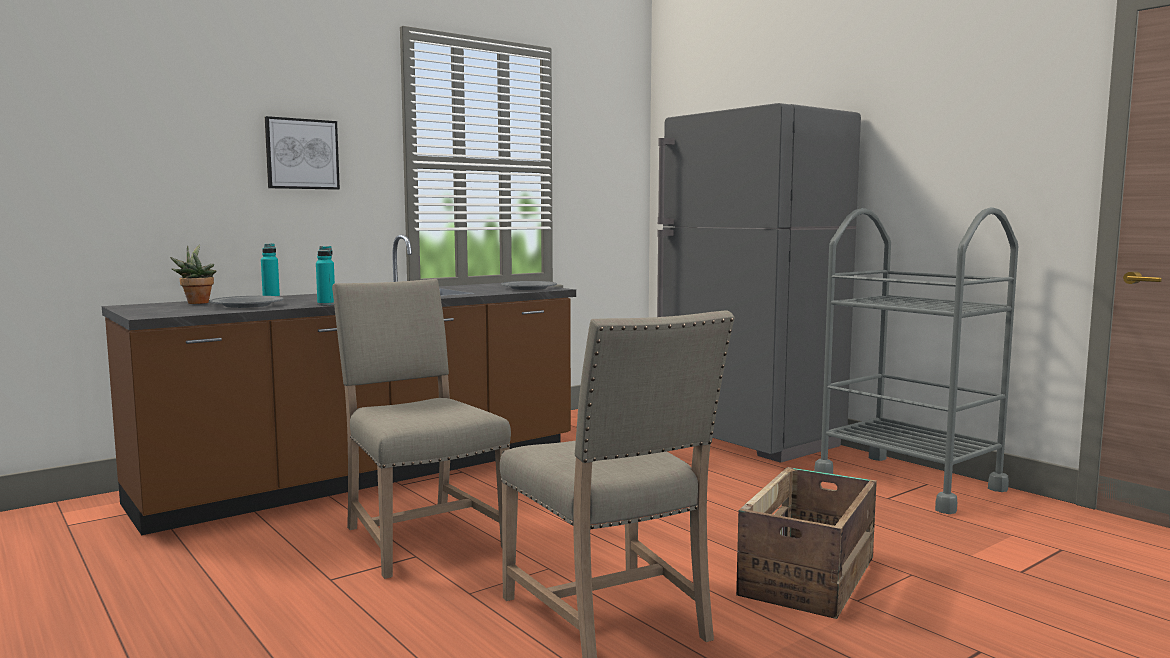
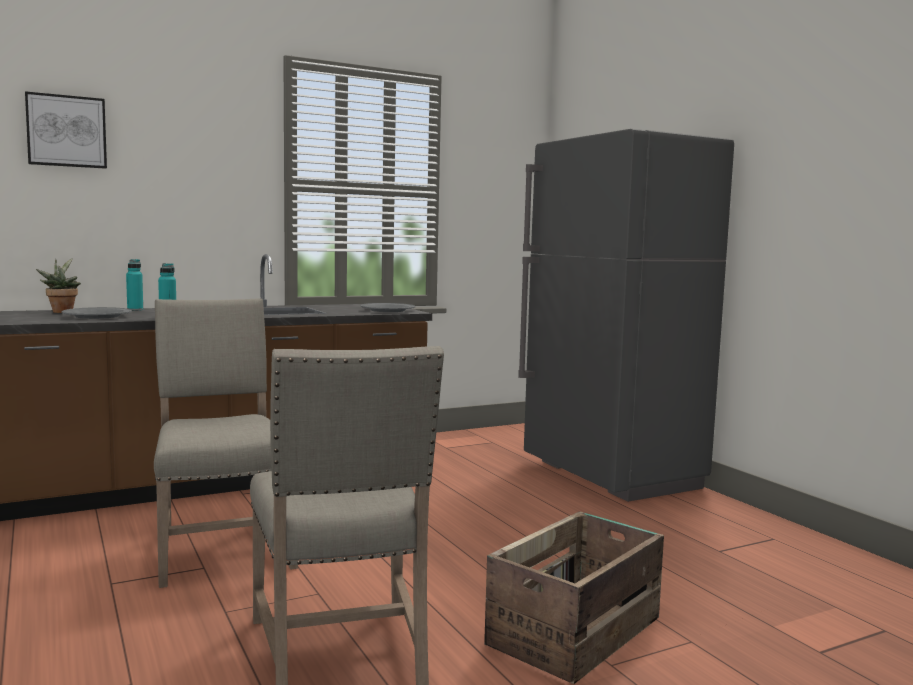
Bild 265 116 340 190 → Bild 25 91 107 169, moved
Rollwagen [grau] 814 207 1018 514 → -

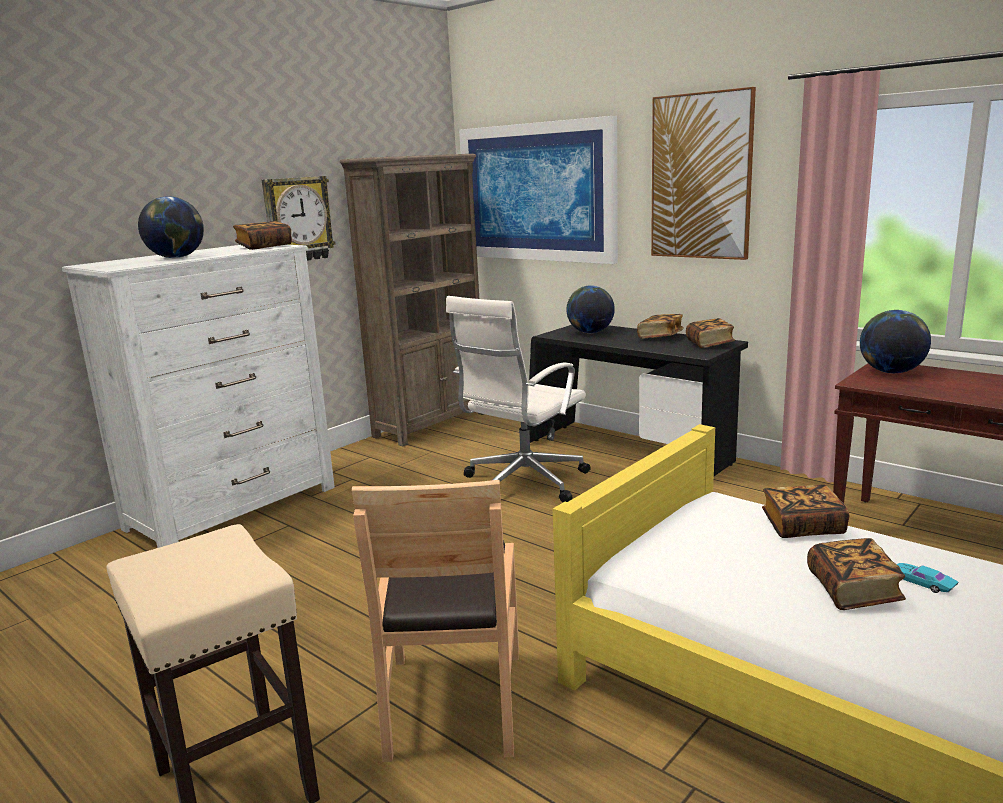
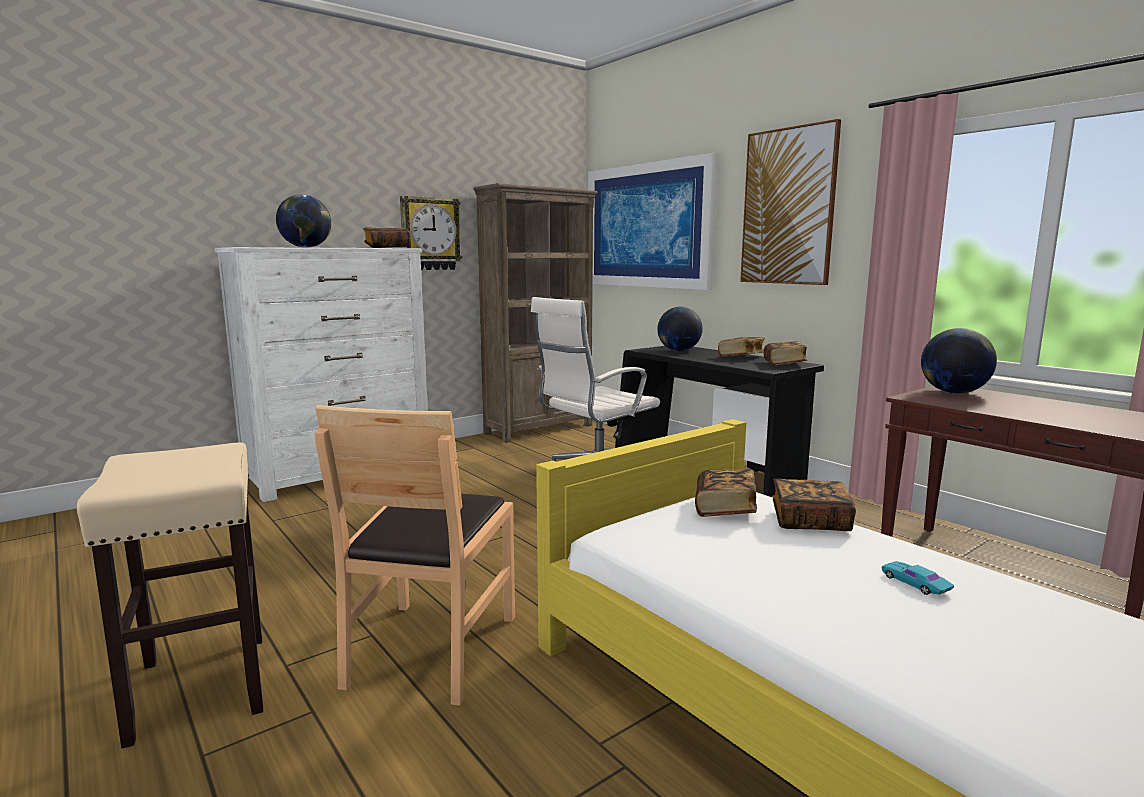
Buch 807 538 906 610 → Buch 695 469 757 517, moved

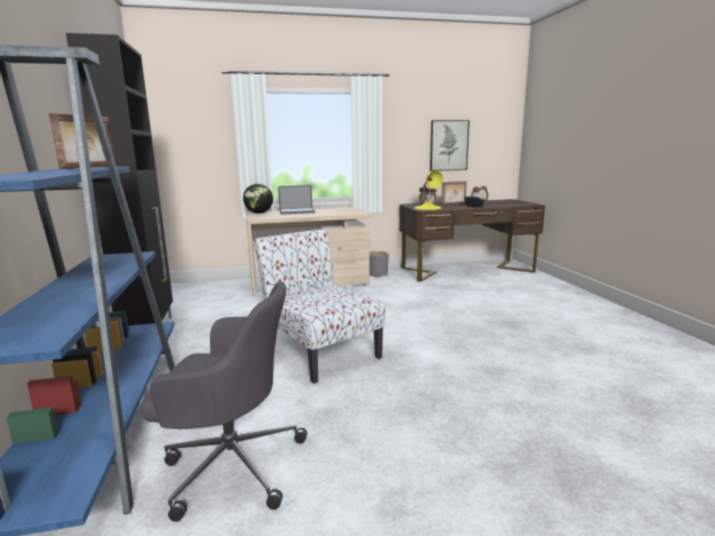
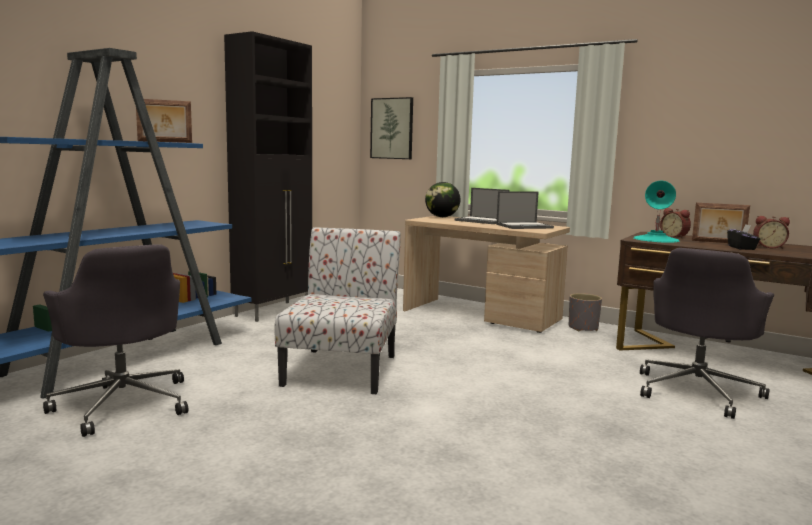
Tischlampe [gelb] 414 170 443 210 → Tischlampe [türkis] 633 181 680 243
Bild 430 120 470 171 → Bild 370 97 413 159, moved
- → Laptop 496 191 554 229
- → Bürostuhl [grau] 640 248 774 419

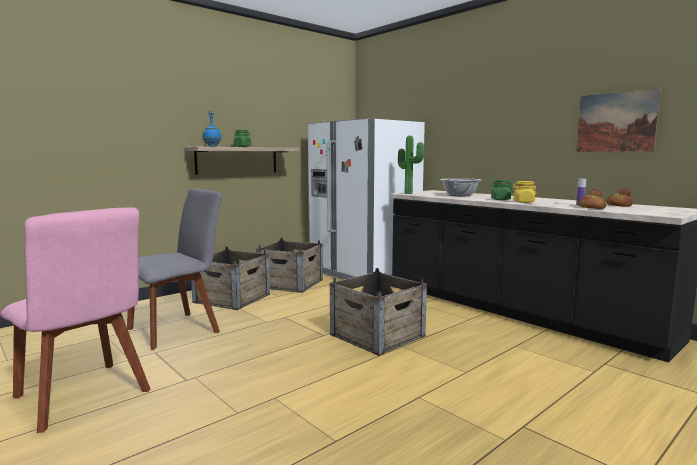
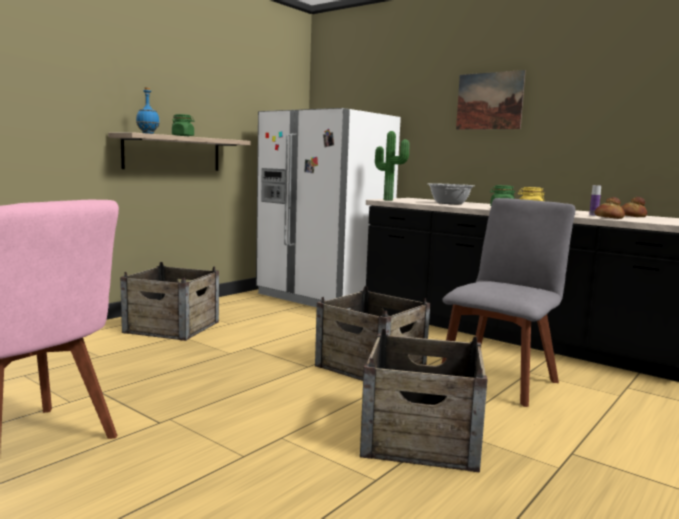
Stuhl [grau] 127 188 222 350 → Stuhl [grau] 441 198 576 407, moved
Kiste 256 238 323 293 → Kiste 360 329 488 472, moved
Bild 576 89 661 152 → Bild 456 70 526 130, moved

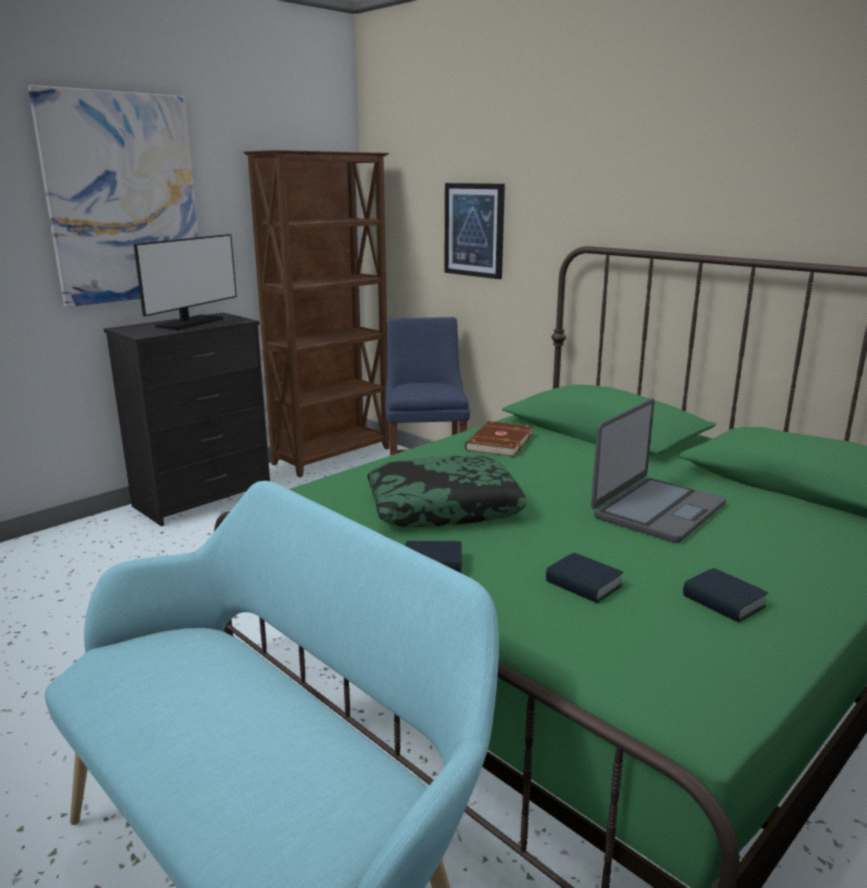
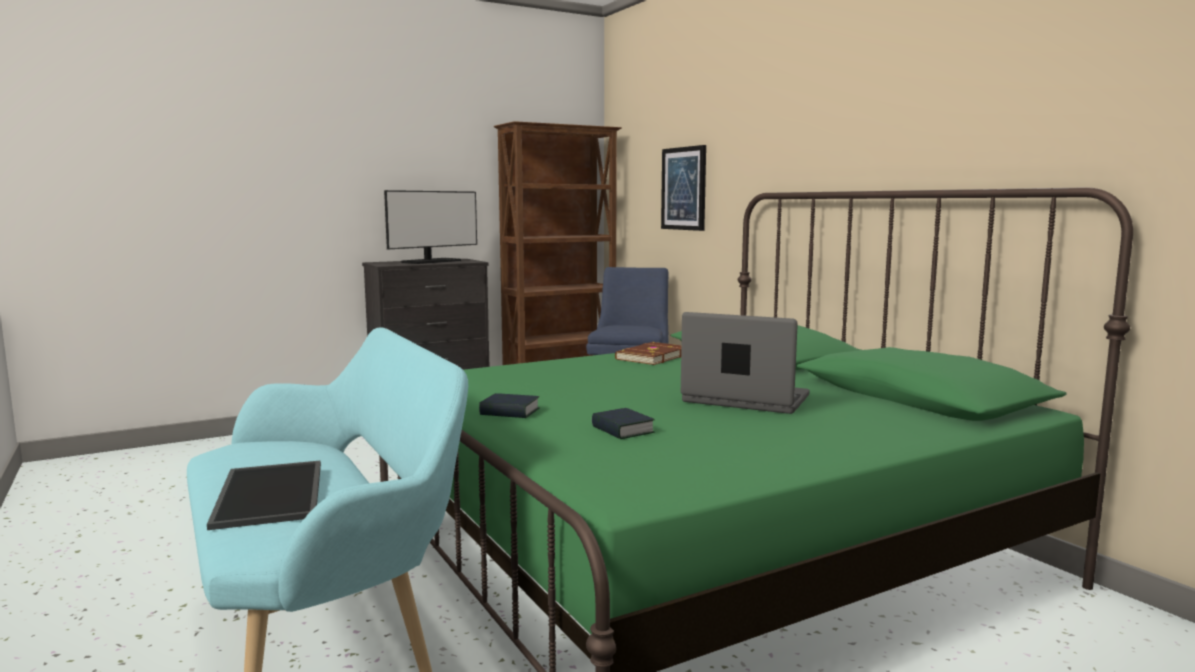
Bild 28 85 199 307 → -
Kissen 367 456 527 527 → -
Laptop 591 399 726 543 → Laptop 681 312 810 414, 120 degrees counterclockwise
Buch 683 568 768 623 → -
- → Tablett 207 461 321 530

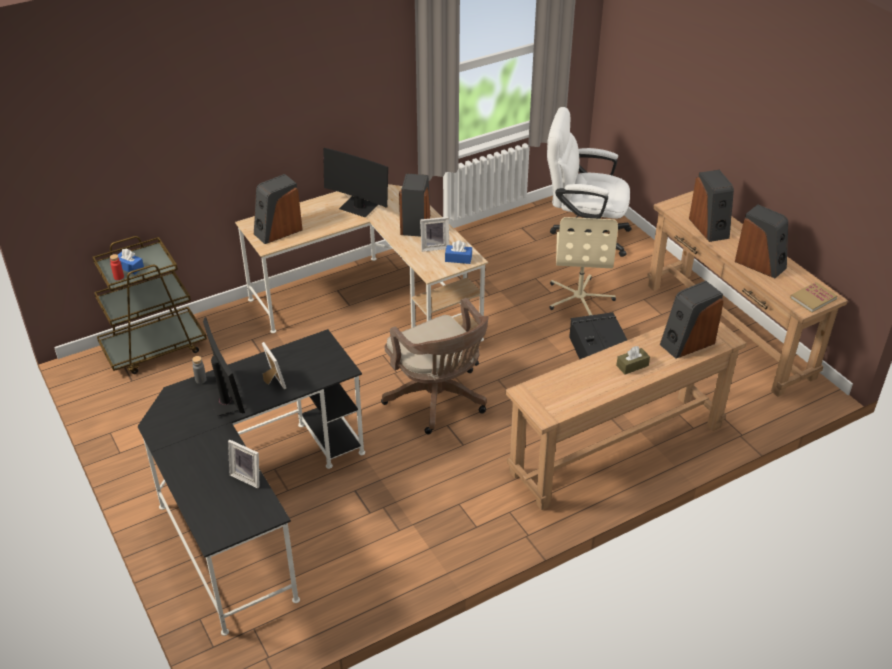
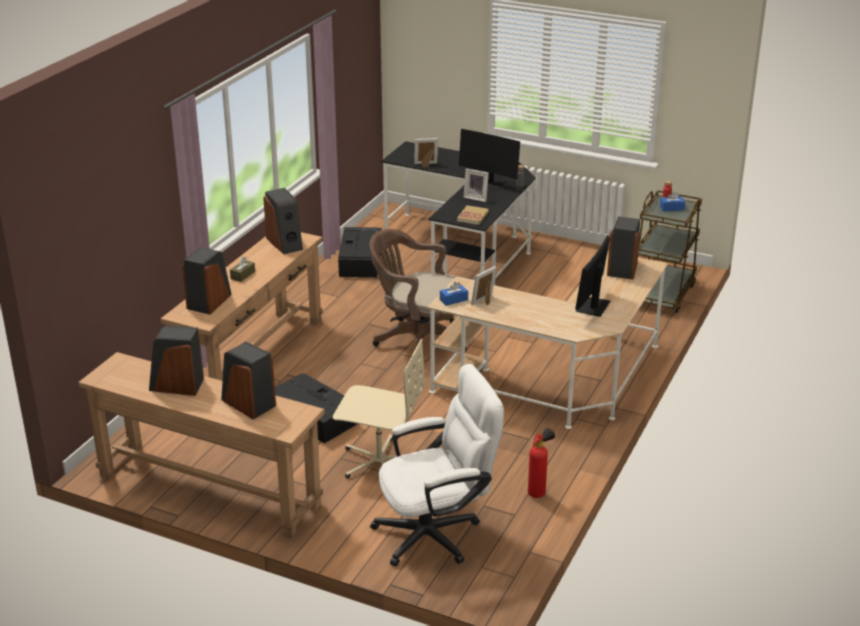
Monitor 323 148 388 217 → Monitor 575 235 610 317, 60 degrees counterclockwise
Lautsprecher 399 174 430 237 → Lautsprecher 263 188 303 254, moved
Bürostuhl [beige] 550 217 618 316 → Bürostuhl [beige] 333 339 425 479, 135 degrees clockwise
Buch 790 282 837 313 → Buch 457 205 489 225, moved
- → Aufbewahrungsbox [schwarz] 338 227 382 277
- → Feuerlöscher 528 428 555 498

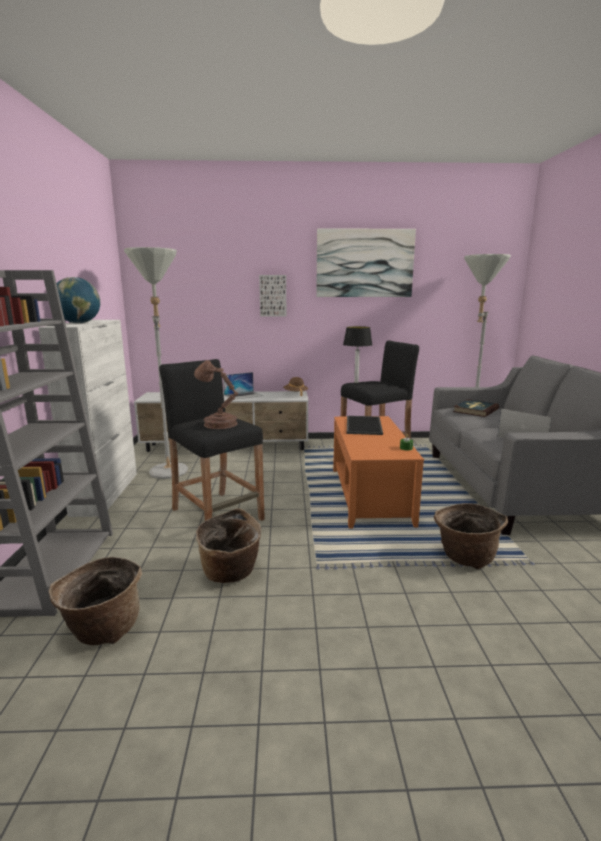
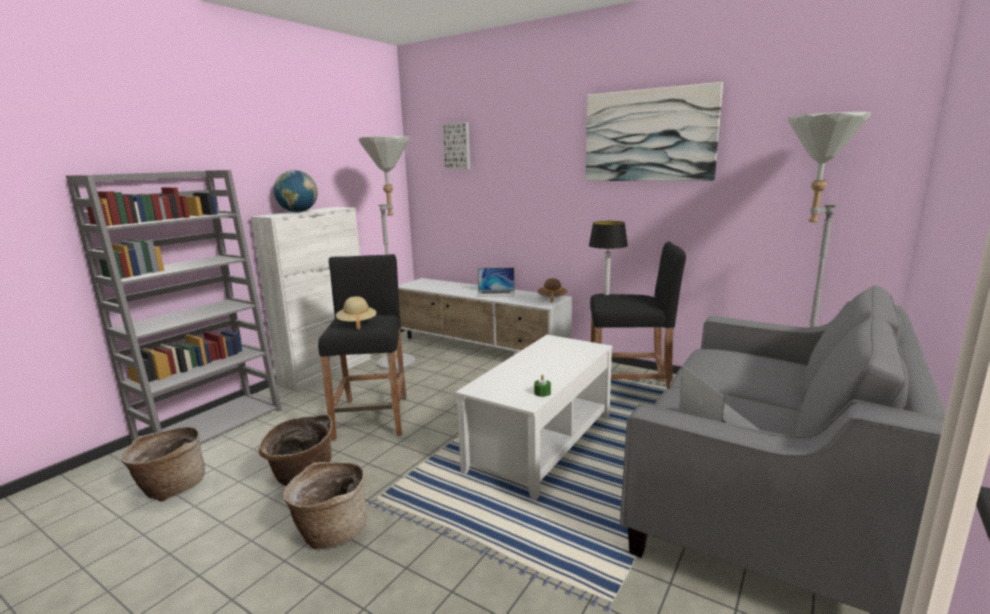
Tischlampe [braun] 194 360 238 429 → Hut [beige] 336 296 377 329
Bild 259 275 286 317 → Bild 442 122 470 169, moved
Couchtisch [orange] 333 416 424 529 → Couchtisch [weiß] 455 335 612 500
Tablett 347 416 383 435 → -
Korb 434 503 508 569 → Korb 283 462 366 549, moved
Buch 453 399 499 417 → -

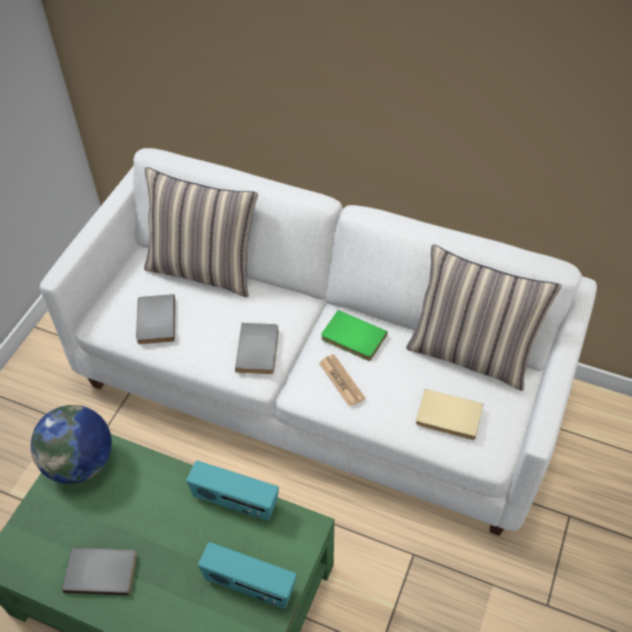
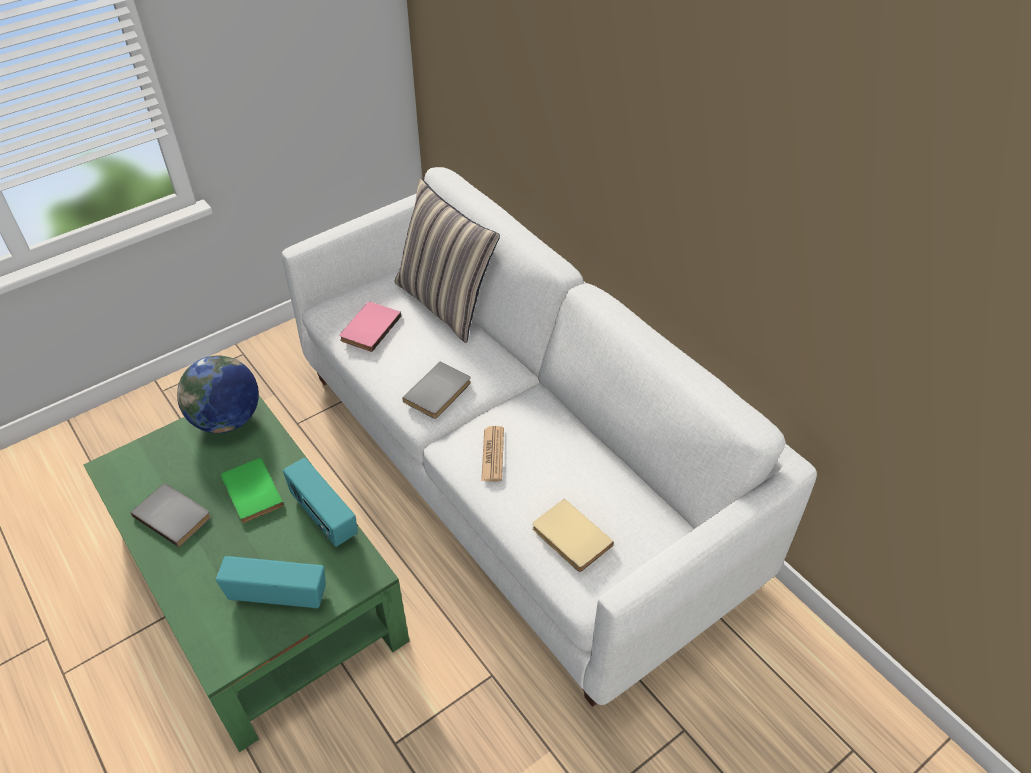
Buch [grau] 136 294 175 344 → Buch [rosa] 339 302 401 352
Radio 198 542 297 609 → Radio 216 556 326 608, 135 degrees clockwise
Buch [grün] 321 310 387 361 → Buch [grün] 221 457 284 524, moved
Kissen 406 244 562 391 → -

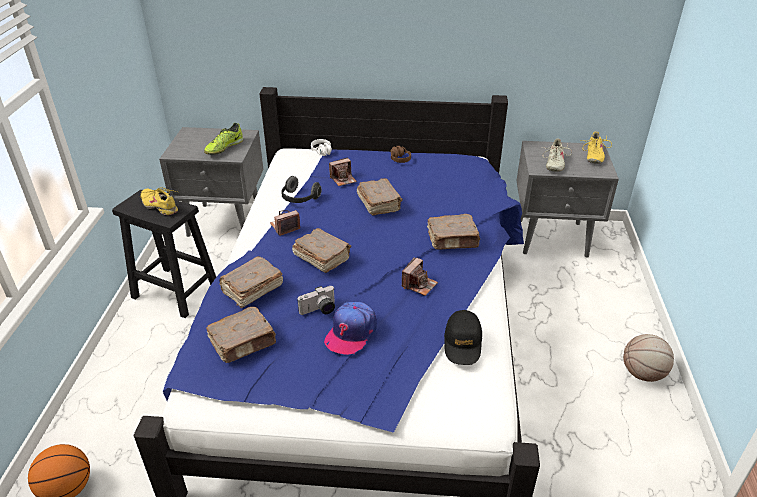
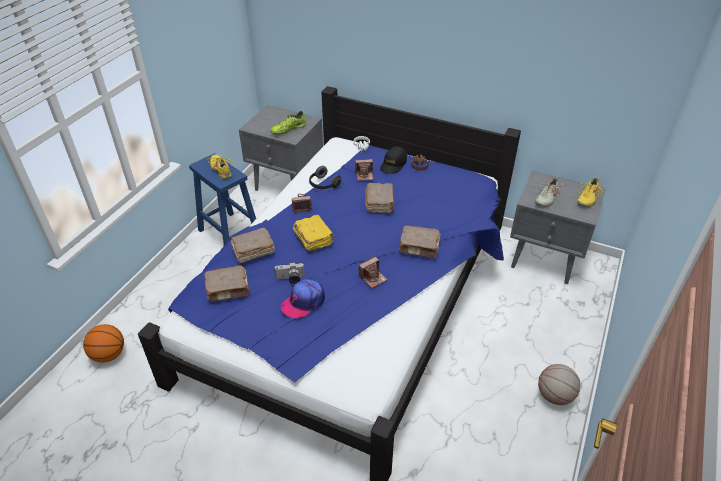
Hocker [schwarz] 112 190 216 318 → Hocker [blau] 189 153 256 246
Buch [braun] 292 228 351 273 → Buch [gelb] 293 215 334 251
Kappe [schwarz] 444 310 482 365 → Kappe [schwarz] 380 147 407 174, moved

